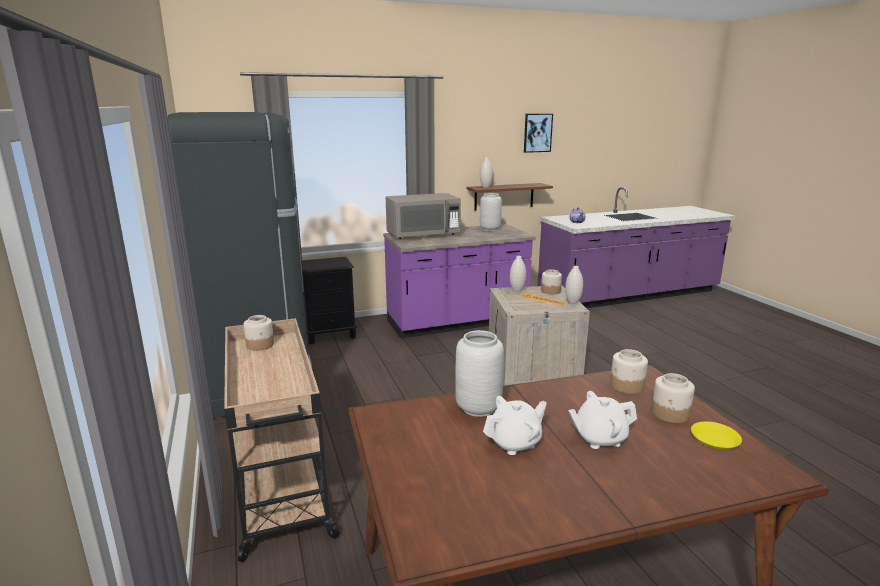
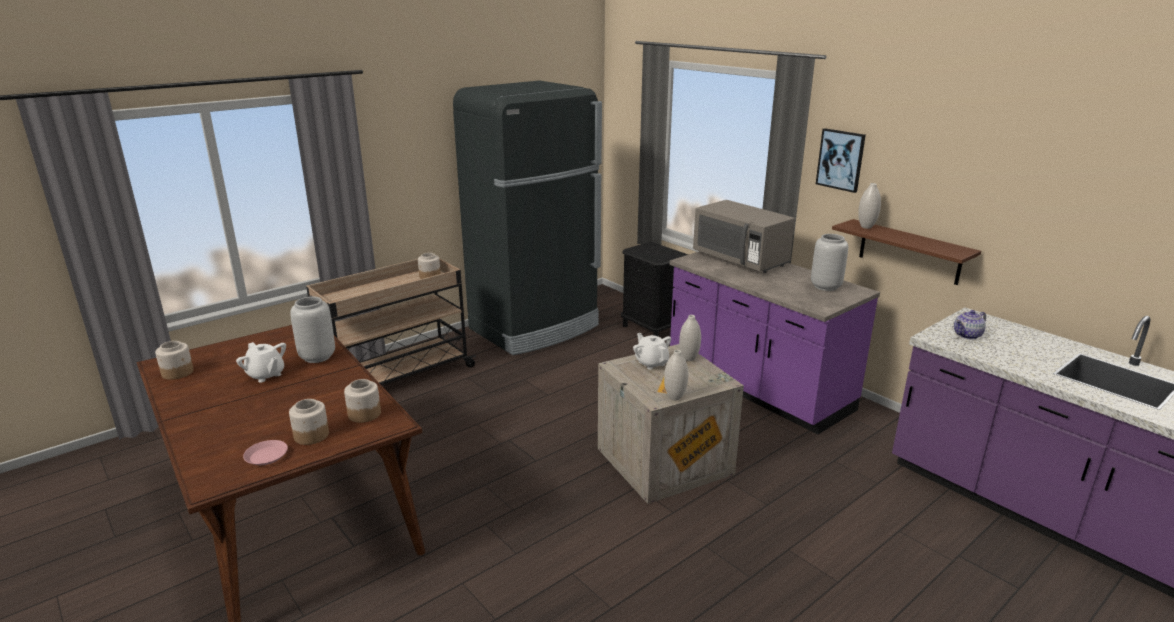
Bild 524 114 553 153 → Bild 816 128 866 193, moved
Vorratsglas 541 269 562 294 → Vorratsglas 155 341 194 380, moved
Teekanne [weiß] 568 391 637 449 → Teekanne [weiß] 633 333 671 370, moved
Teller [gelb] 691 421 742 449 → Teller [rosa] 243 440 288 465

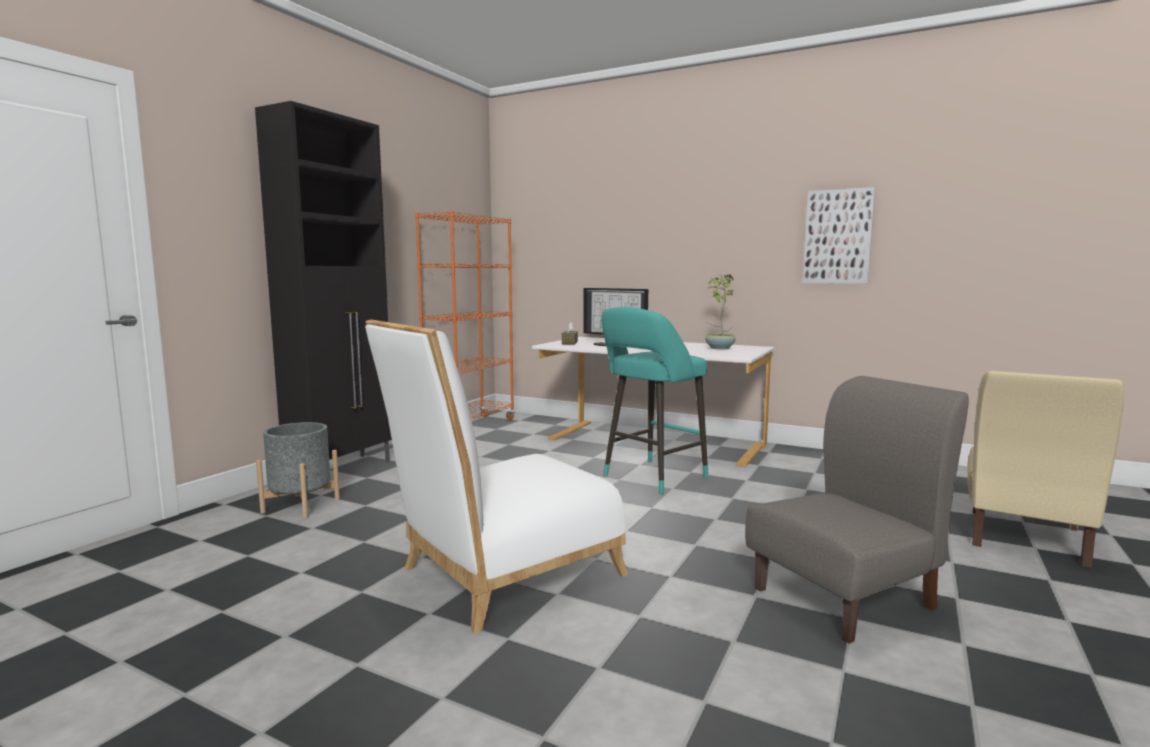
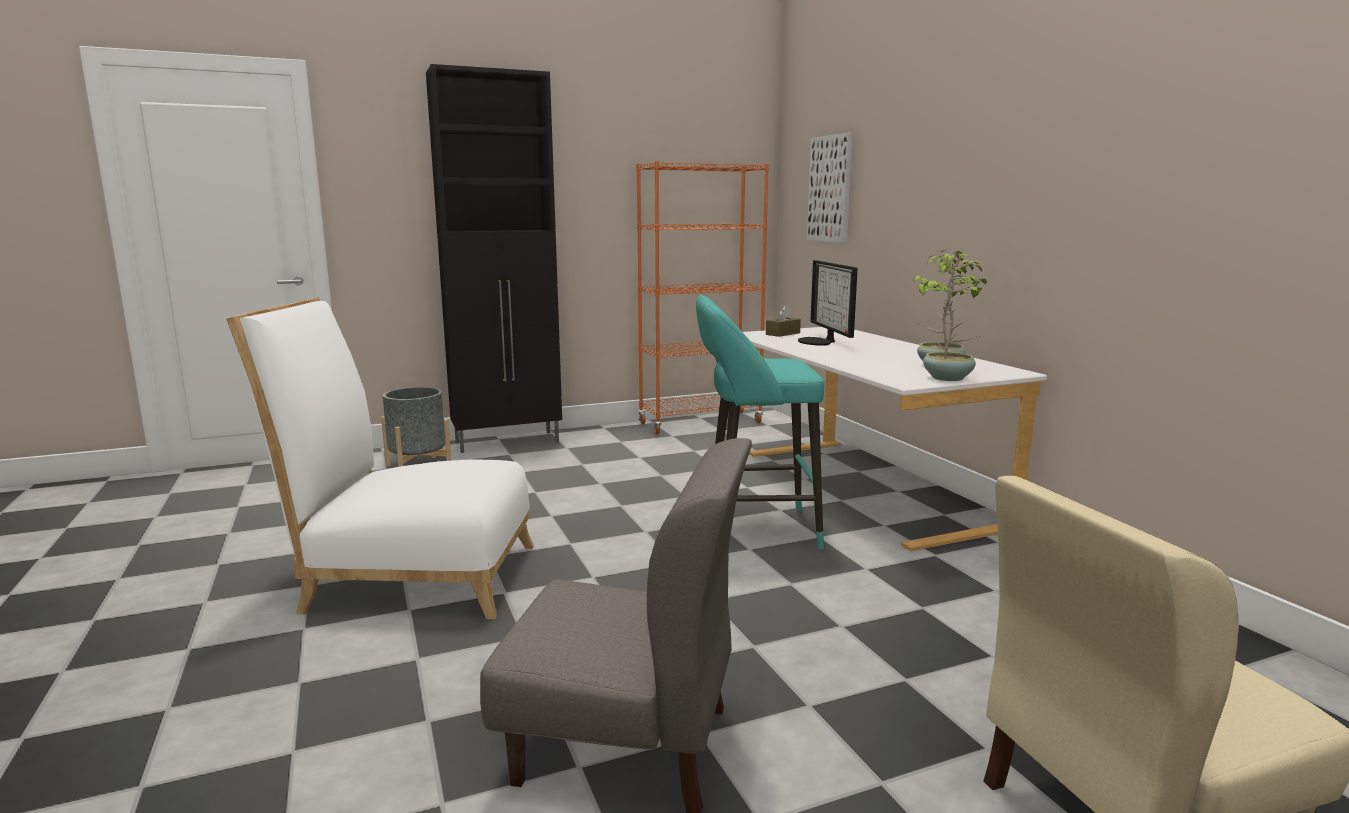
Bild 803 187 875 284 → Bild 807 132 853 243, moved
- → Topfpflanze 922 253 987 381

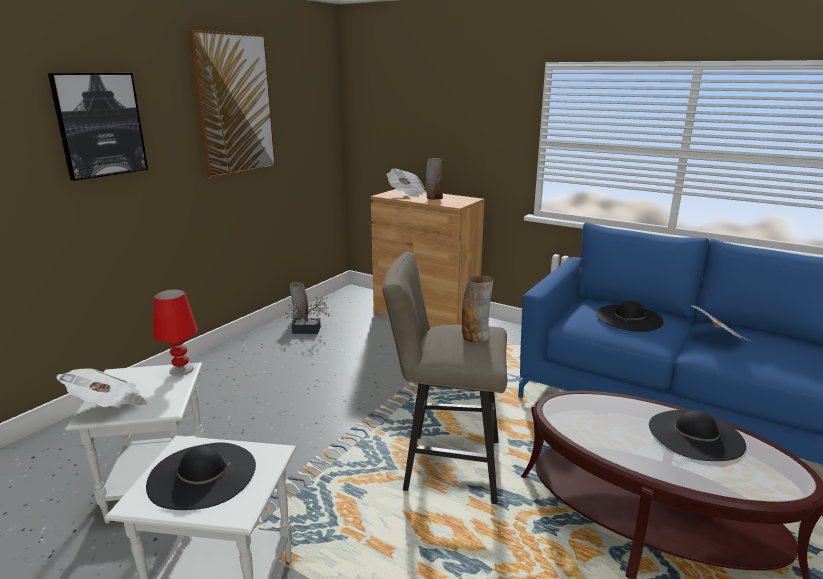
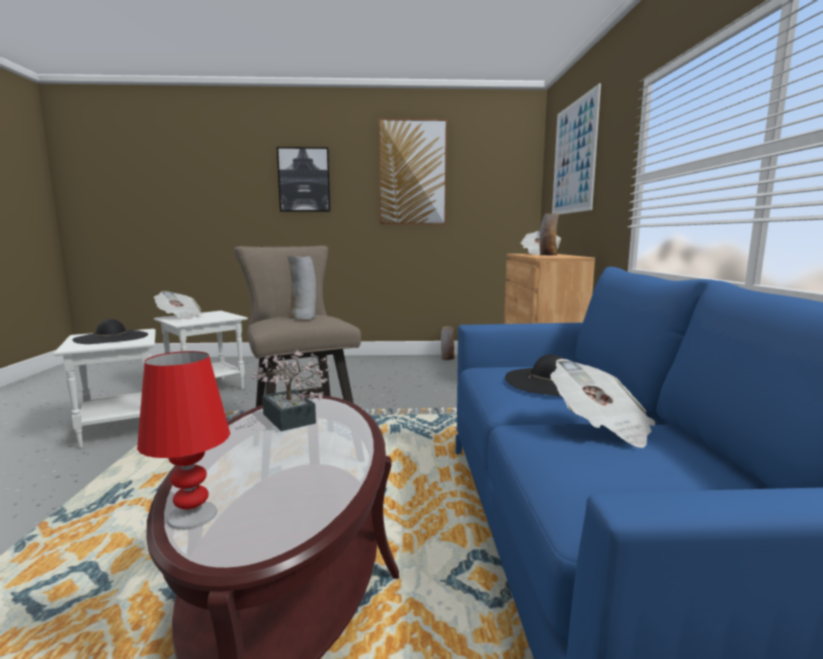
Tischlampe [rot] 153 289 198 376 → Tischlampe [rot] 137 351 230 530, moved
Topfpflanze 285 296 330 334 → Topfpflanze 252 350 331 431, moved
Hut [schwarz] 649 410 746 461 → -
- → Bild 552 83 601 214

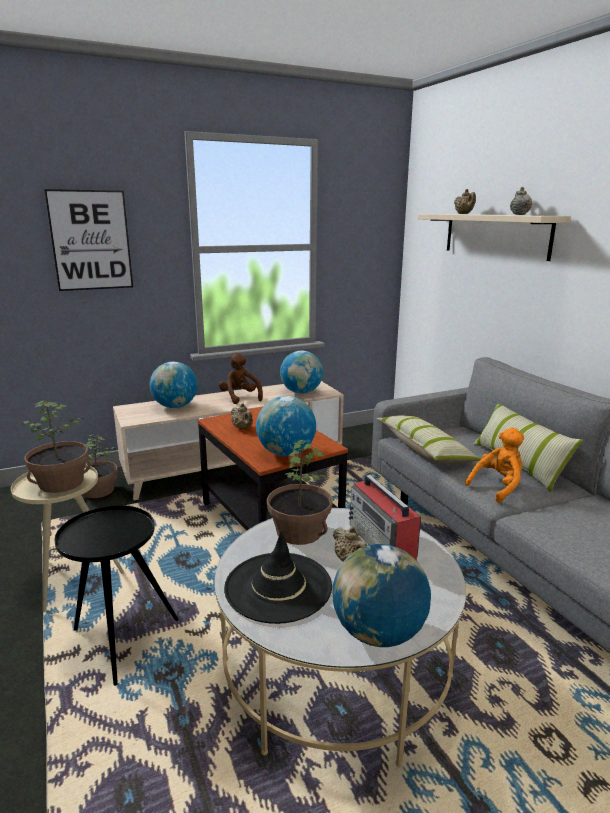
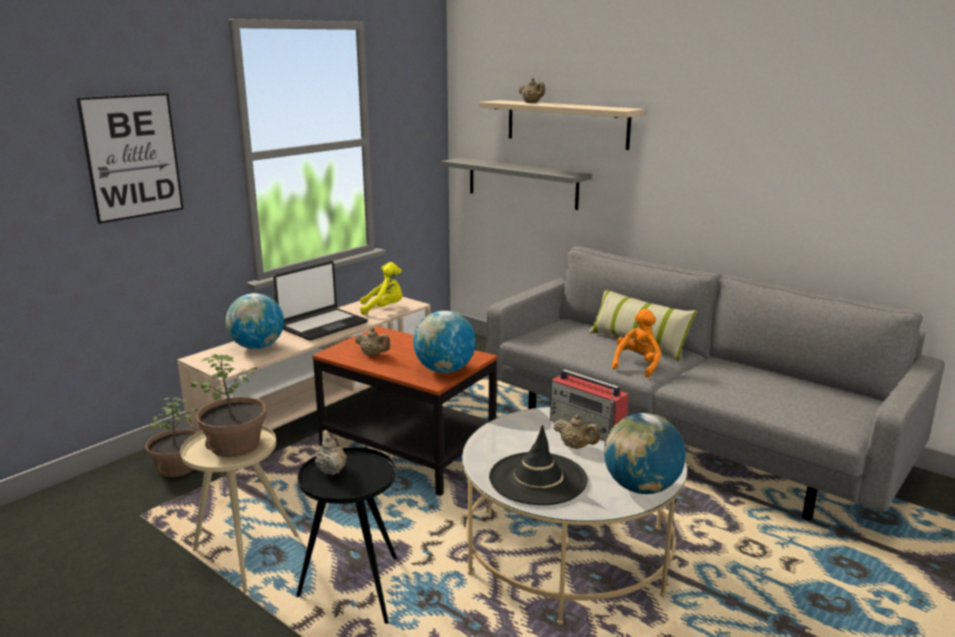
Plüschtier [braun] 219 353 263 404 → Laptop 273 261 368 341
Topfpflanze 267 440 333 545 → -
Globus 280 351 323 394 → Plüschtier [gelb] 360 262 402 315
Kissen 377 415 481 464 → -
Teekanne [beige] 510 187 532 215 → Teekanne [beige] 315 430 347 475, moved
- → Wandregal [grau] 441 158 592 210

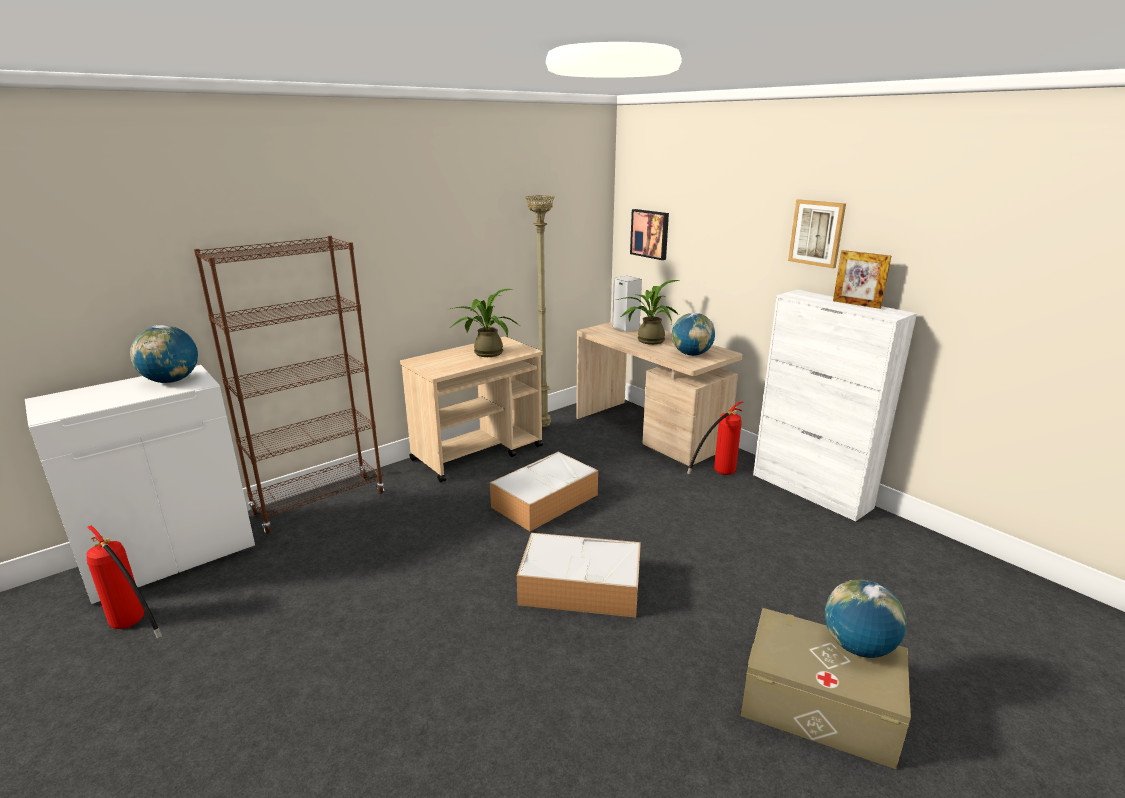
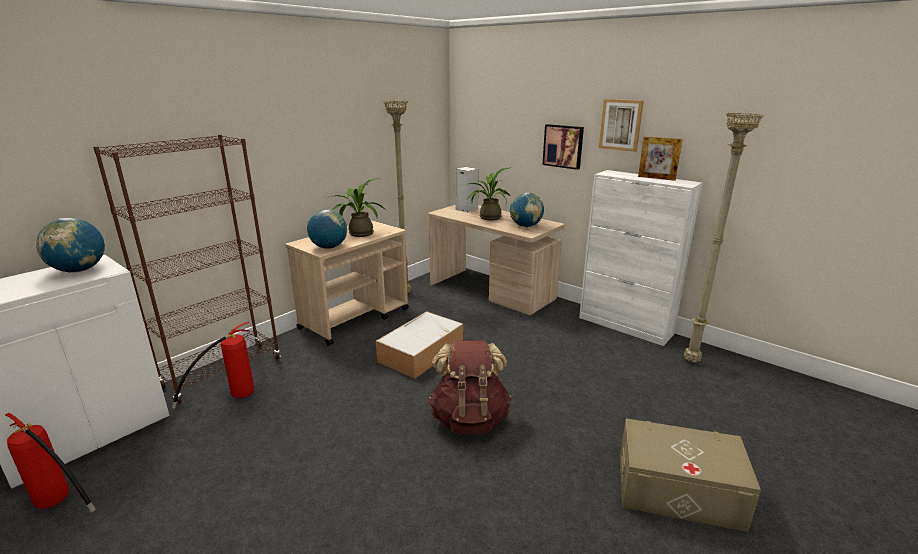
Aufbewahrungsbox 517 533 641 618 → Rucksack [braun] 429 340 512 434
Bild 630 209 669 260 → Bild 542 124 584 170, moved
Feuerlöscher 687 401 743 475 → Feuerlöscher 172 322 254 409, moved
Globus 825 580 906 658 → Globus 307 209 347 249, moved
- → Stehlampe [beige] 684 112 764 363

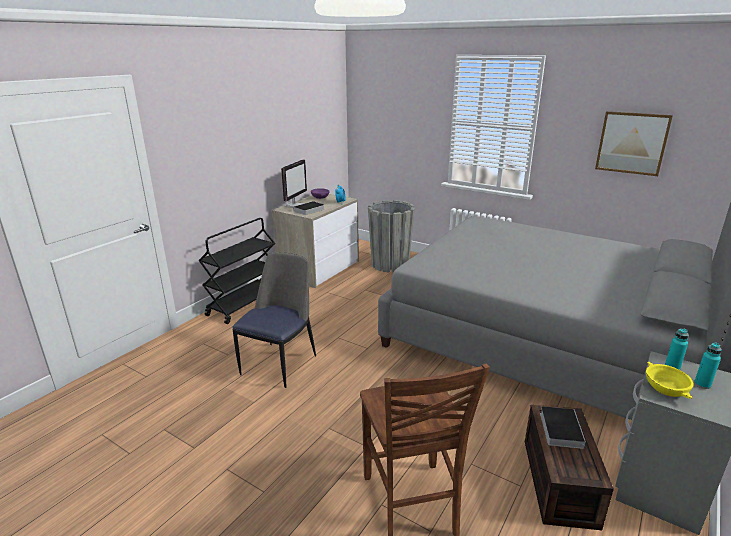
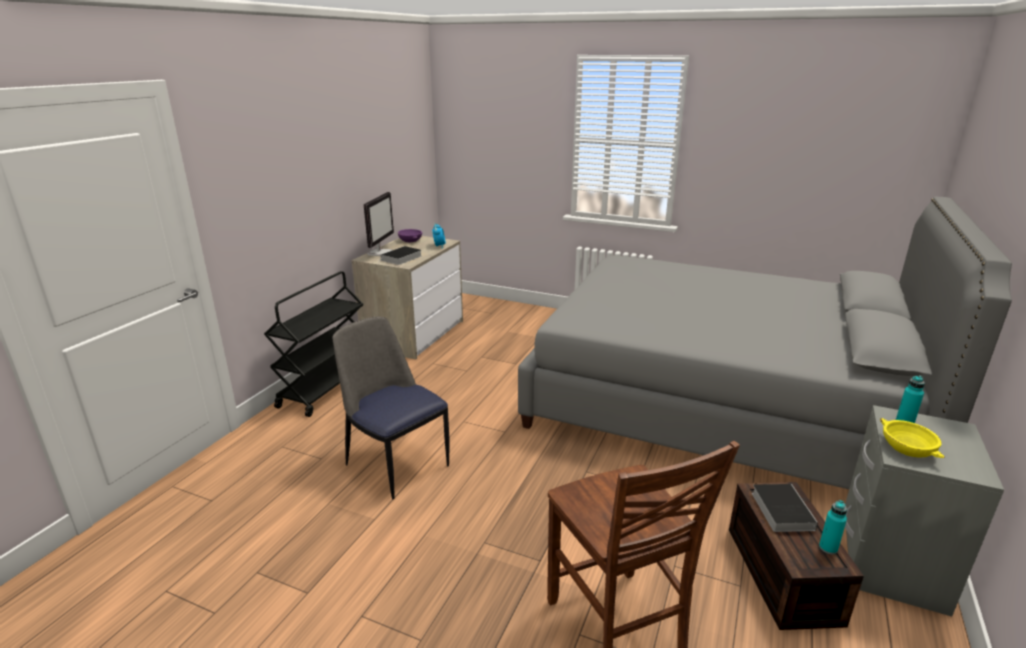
Stuhl 232 252 316 388 → Stuhl 332 317 449 499, 60 degrees counterclockwise
Pflanzkübel [grau] 368 200 415 273 → -
Bild 595 111 673 176 → -
Flasche [türkis] 694 342 722 389 → Flasche [türkis] 819 500 847 554, moved

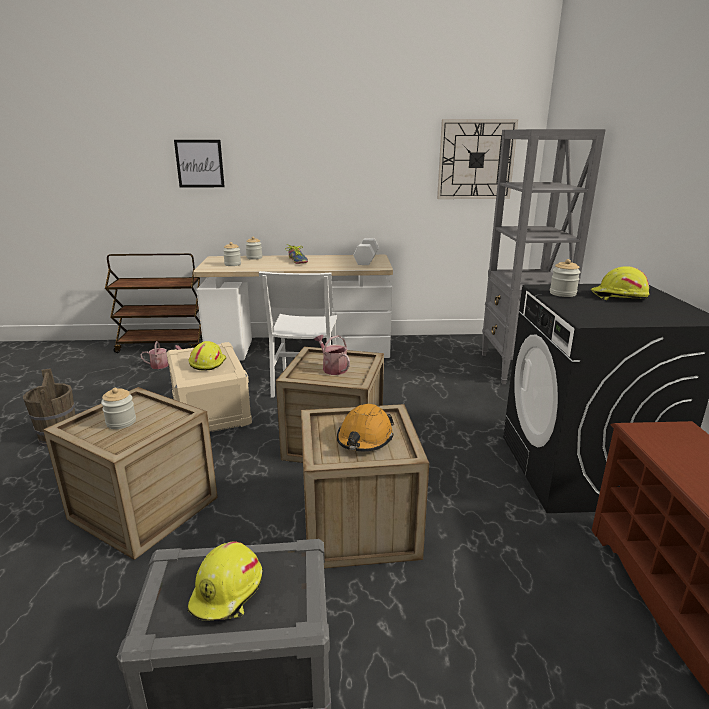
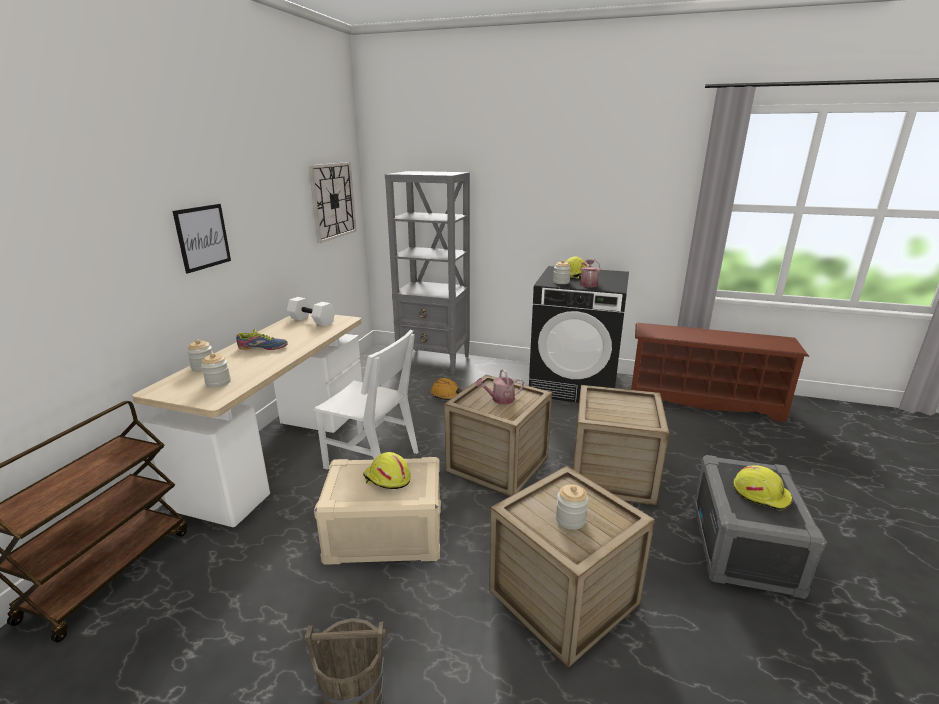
Gießkanne 140 341 182 369 → Gießkanne 580 259 601 287, moved
Bild 174 140 225 187 → Bild 173 204 231 274, moved
Schutzhelm [orange] 337 404 394 451 → Schutzhelm [orange] 431 378 462 400, moved

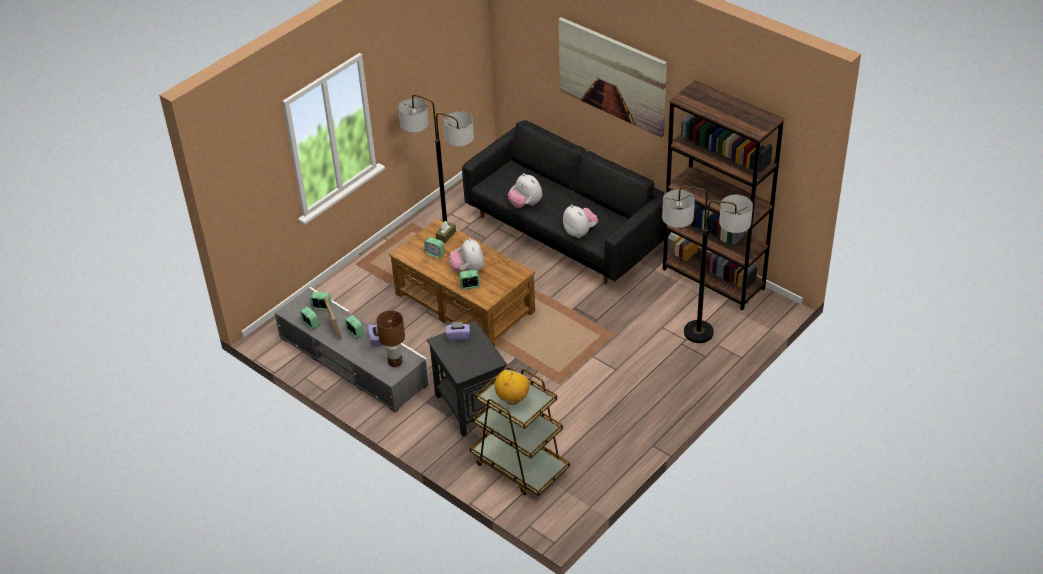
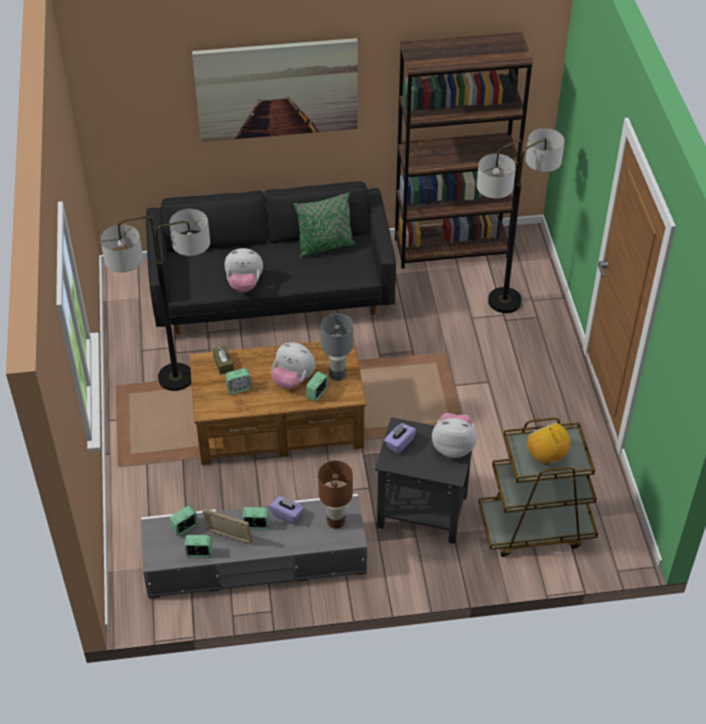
Plüschtier 563 204 598 238 → Plüschtier 432 413 477 458, moved
- → Kissen [grün] 294 192 355 258
- → Tischlampe [grau] 321 313 353 381

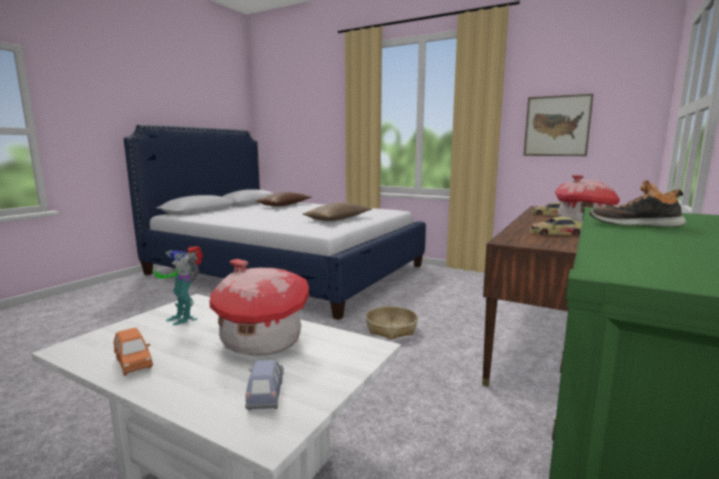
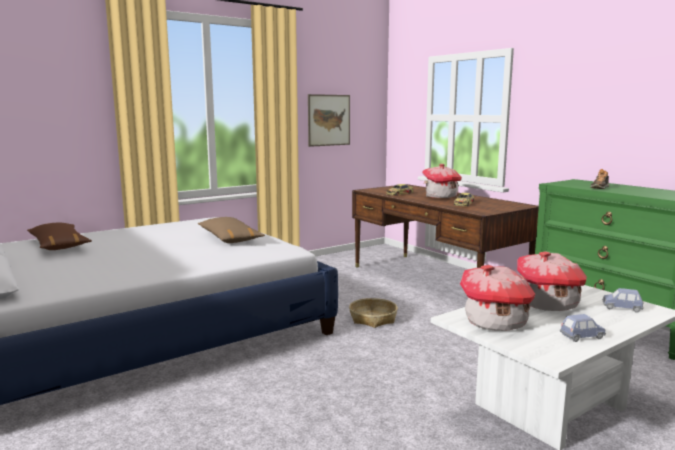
Spielzeugauto [orange] 114 328 153 376 → Spielzeugauto [blau] 560 314 606 342
Spielzeugroboter 155 246 203 325 → Spielzeughaus 460 265 535 331

